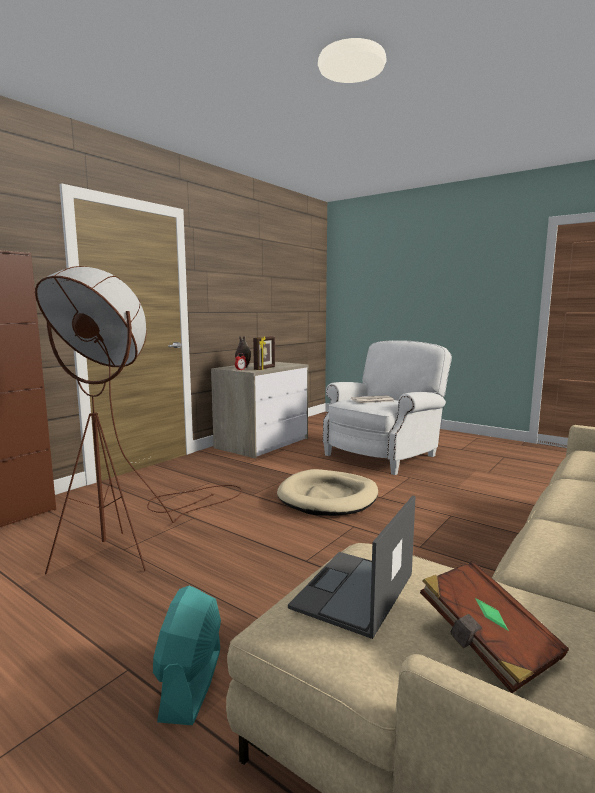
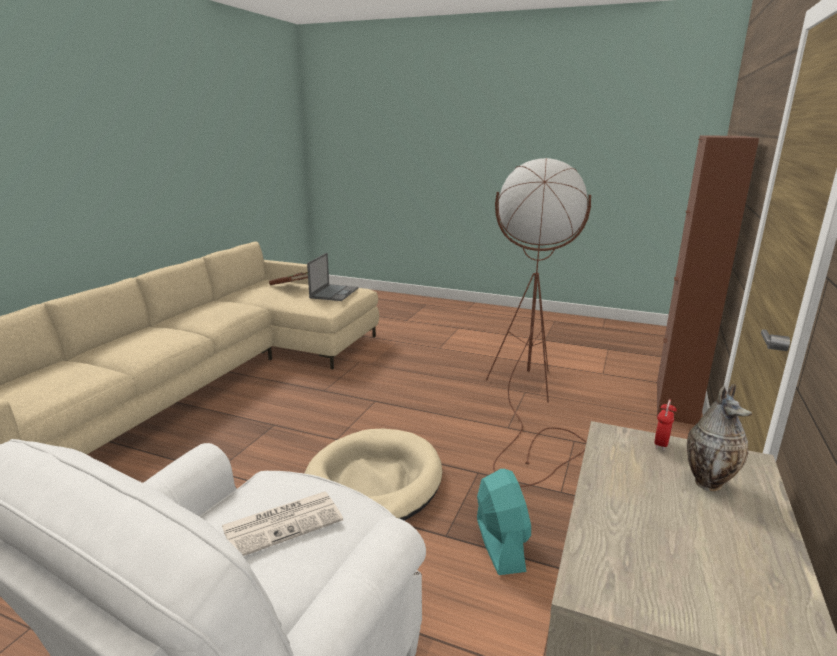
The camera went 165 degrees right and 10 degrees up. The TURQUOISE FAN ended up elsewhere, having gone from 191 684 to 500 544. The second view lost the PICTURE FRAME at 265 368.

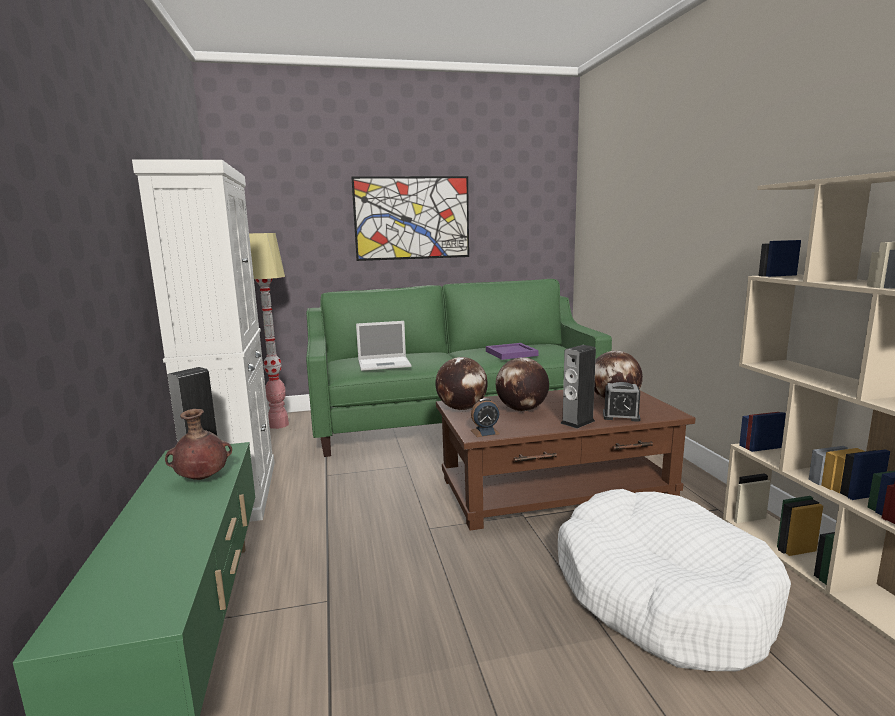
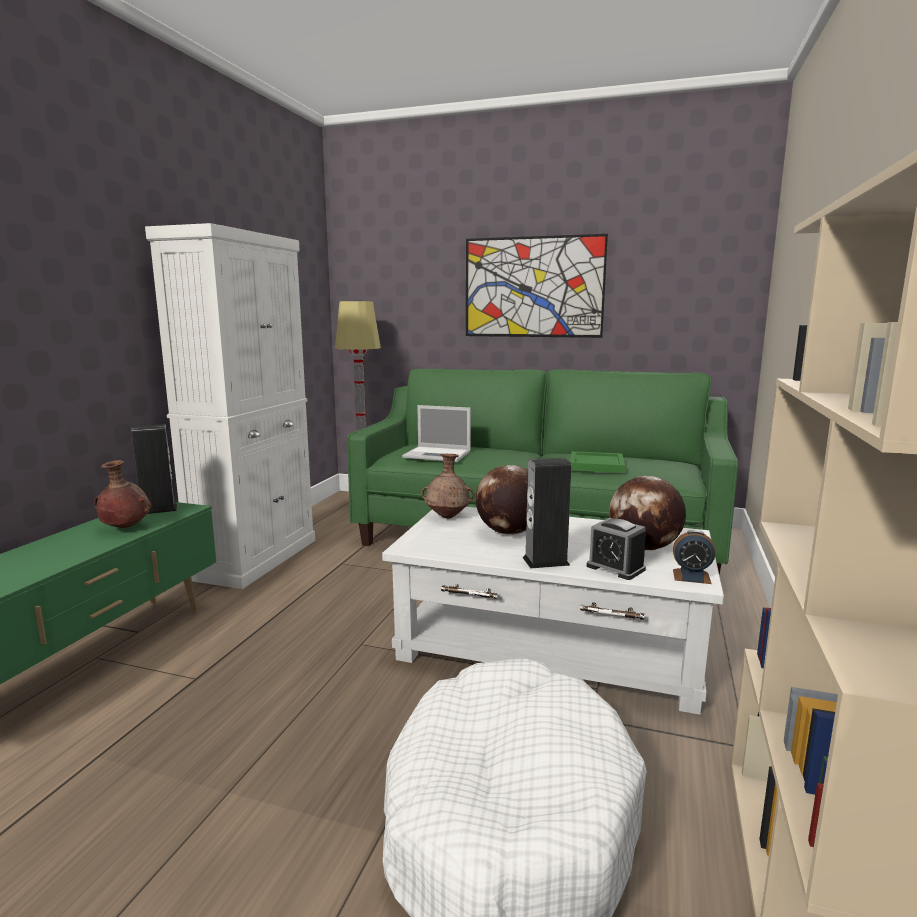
The camera went 30 degrees right and 0 degrees up. What was the BROWN COFFEE TABLE at 556 489 turned into the WHITE COFFEE TABLE at 550 647. Where the GLOBE stood at 462 408, the BROWN VASE came to stand at 448 517. What was the PURPLE TRAY at 511 353 turned into the GREEN TRAY at 597 465. The ALARM CLOCK ended up elsewhere, having gone from 485 432 to 691 576.

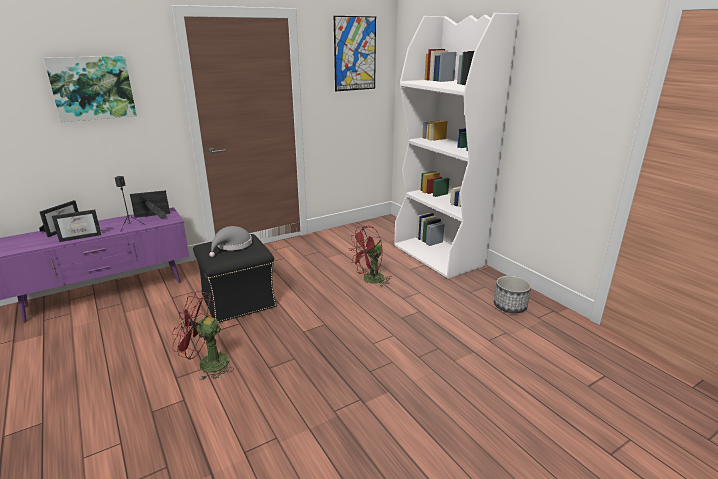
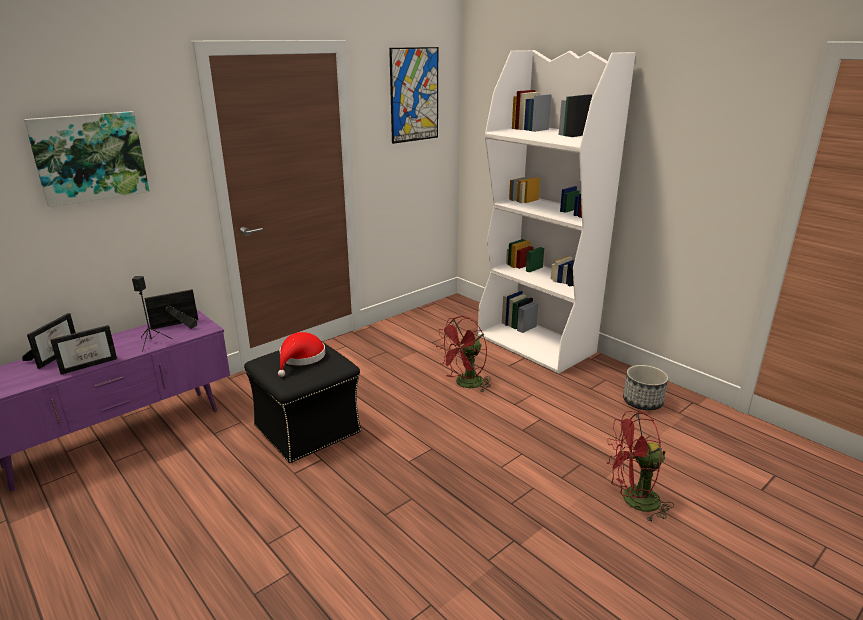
The camera went 10 degrees left and 0 degrees up. What was the GREY HAT at 232 246 turned into the RED HAT at 301 358. The RED FAN ended up elsewhere, having gone from 207 364 to 633 501.

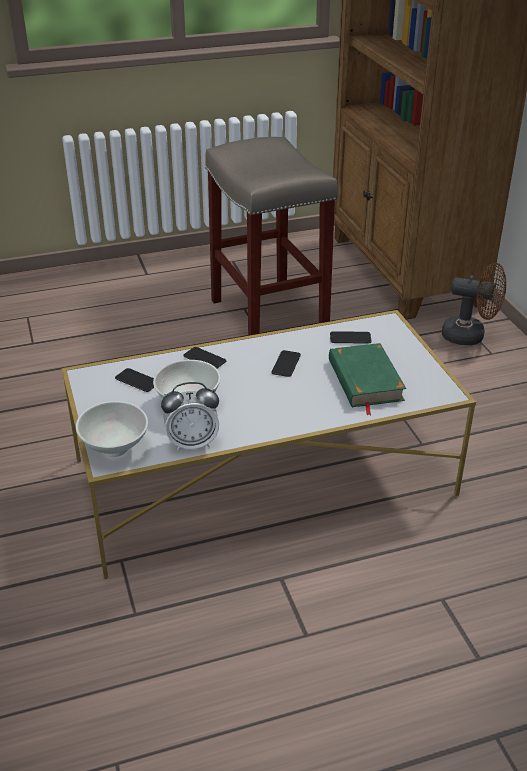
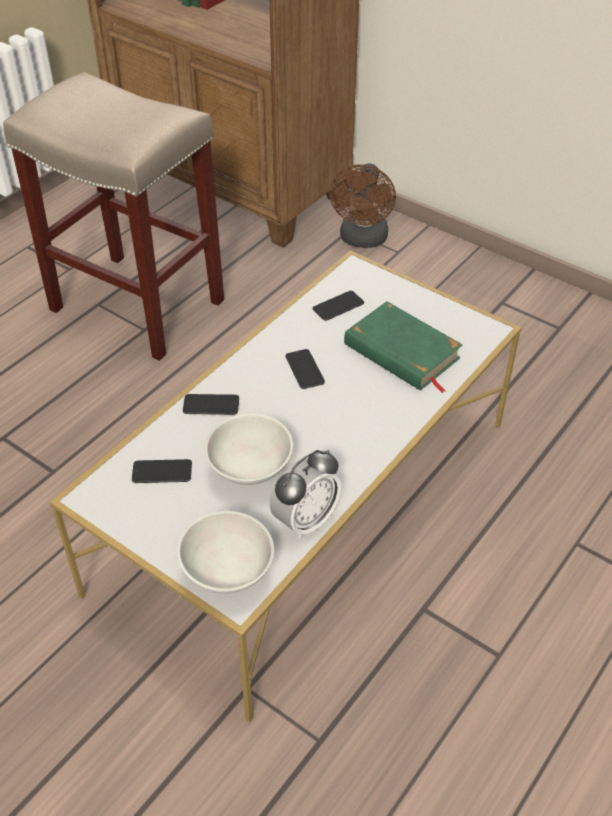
The camera went 35 degrees left and 10 degrees up. The BROWN FAN at 470 336 ended up facing another way, 120 degrees clockwise from before.

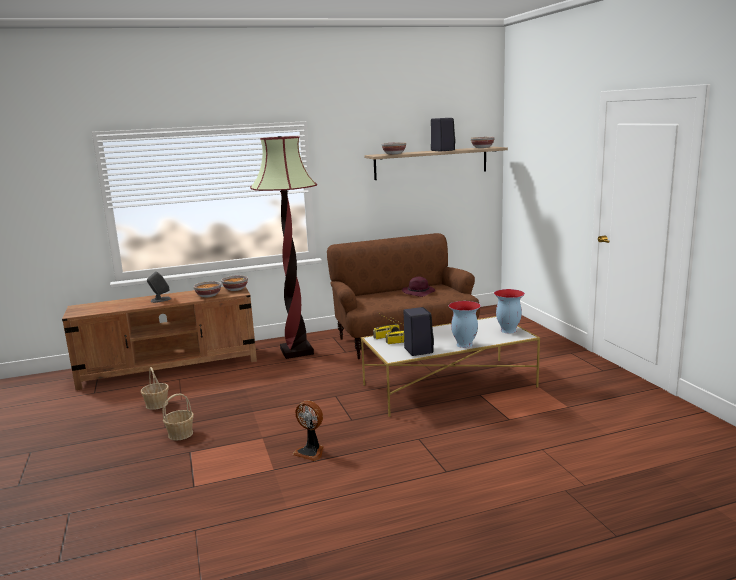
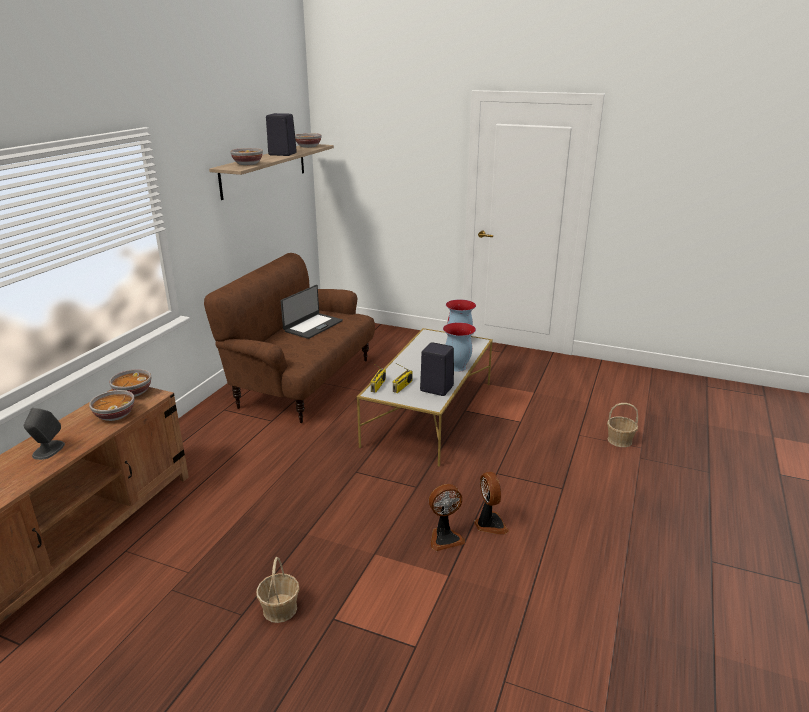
The camera went 50 degrees left and 10 degrees up. Where the PURPLE HAT stood at 419 292, the LAPTOP came to stand at 312 326. The second view gained the FAN at 489 524. The BASKET ended up elsewhere, having gone from 156 404 to 620 440. The second view lost the FLOOR LAMP at 297 351.

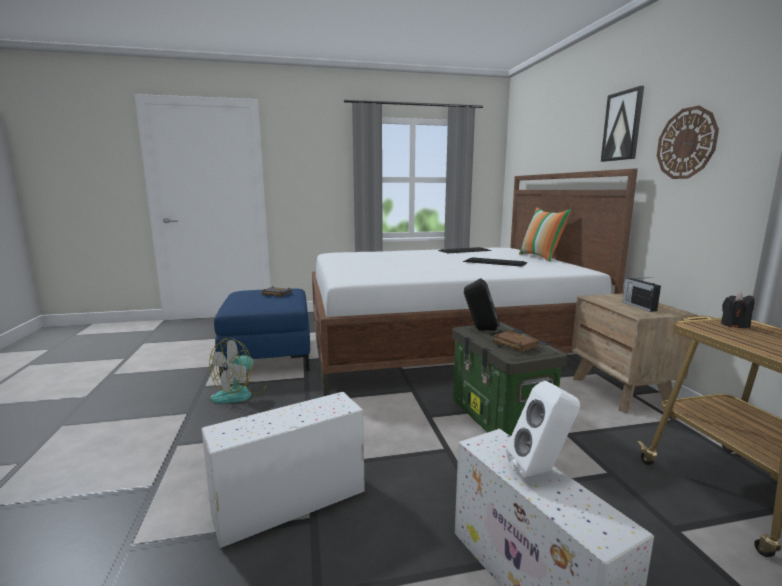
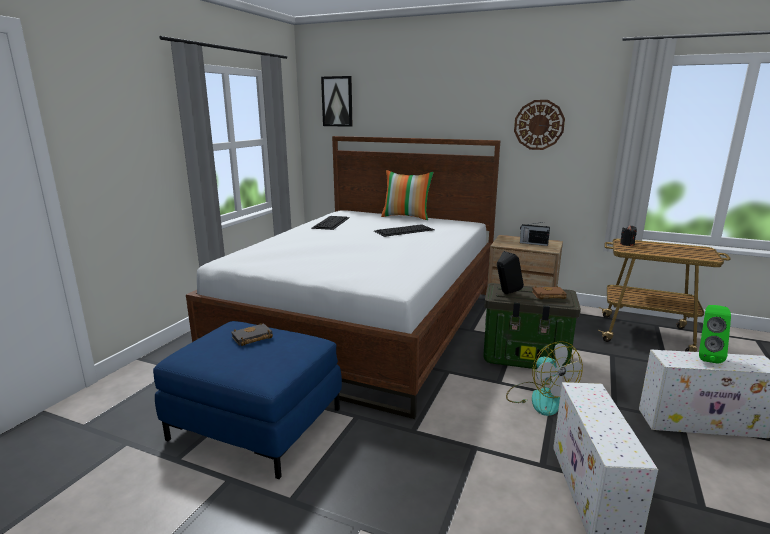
The camera went 55 degrees left and 5 degrees up. The PICTURE ended up elsewhere, having gone from 622 126 to 337 101. The FAN ended up elsewhere, having gone from 240 393 to 539 398. What was the WHITE SPEAKER at 541 471 turned into the GREEN SPEAKER at 706 357.

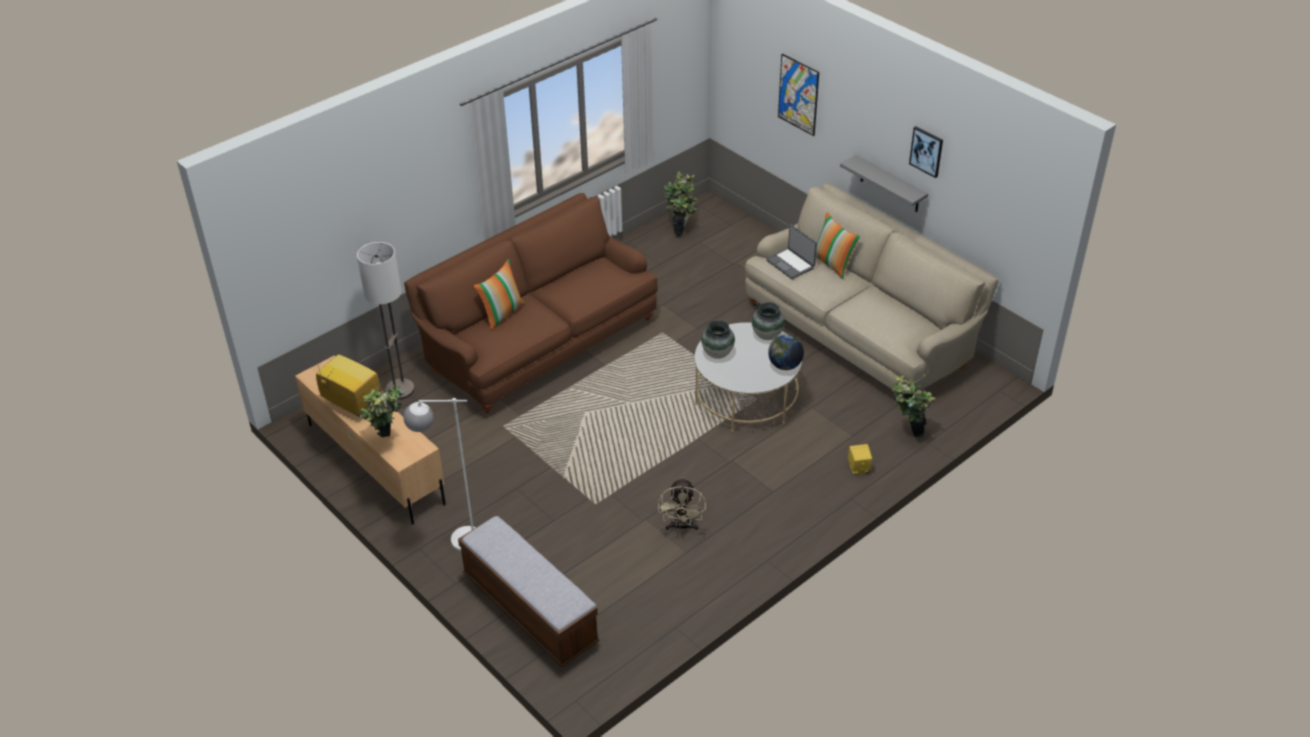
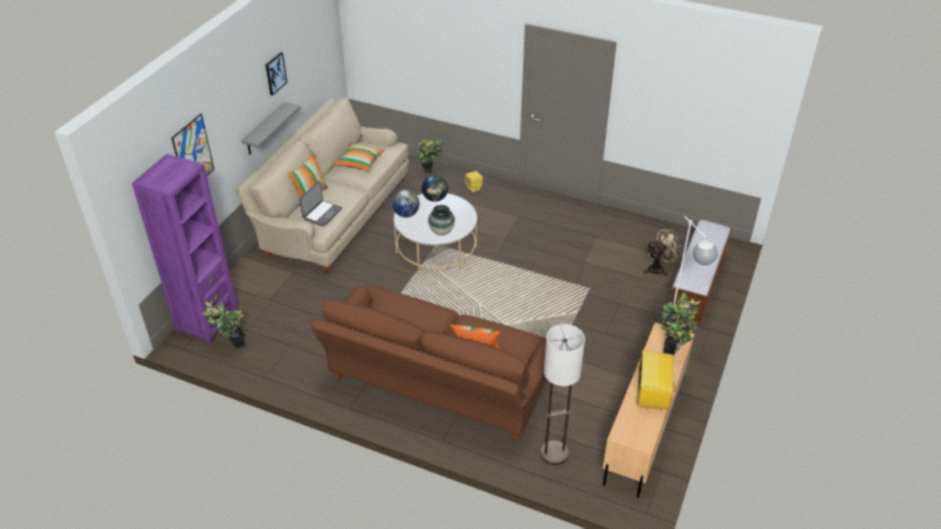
The camera went 115 degrees left and 0 degrees up. The second view gained the PURPLE BOOKCASE at 207 322. The second view gained the PILLOW at 360 162. Where the VASE stood at 767 335, the GLOBE came to stand at 406 214. The BEIGE FAN ended up elsewhere, having gone from 681 526 to 659 268.

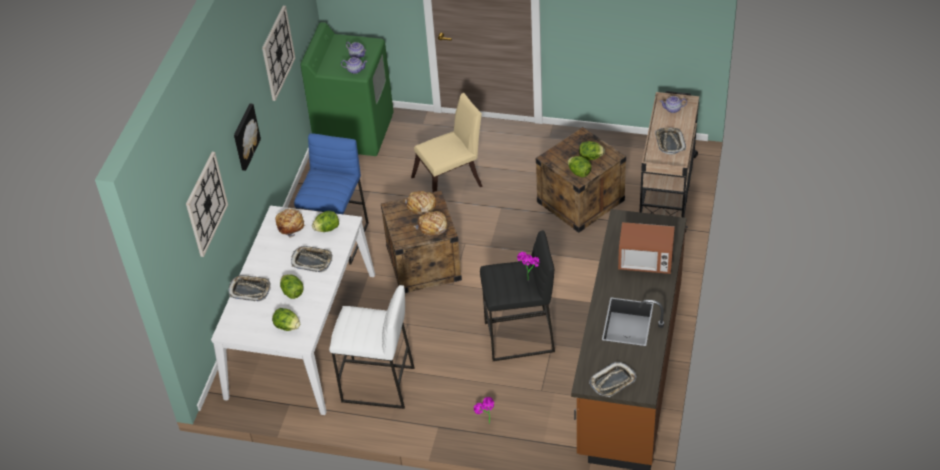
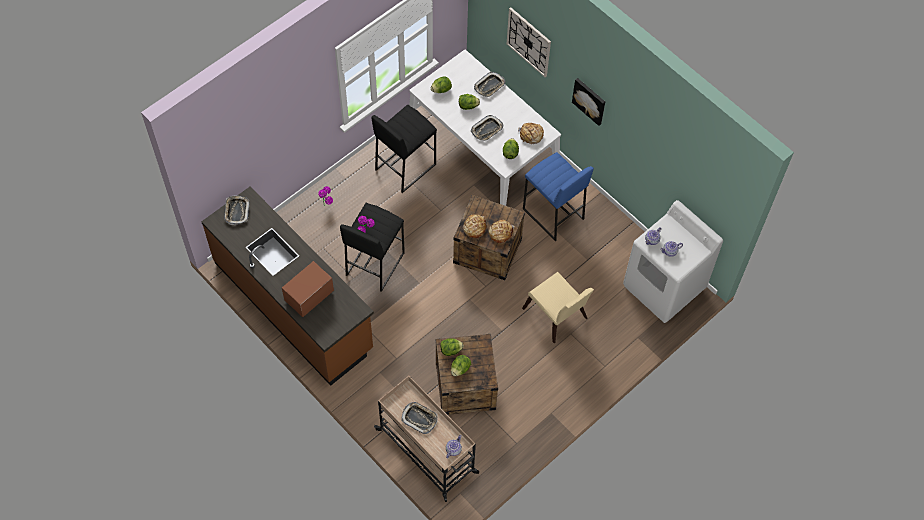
The camera went 120 degrees right and 15 degrees up. What was the WHITE STOOL at 377 385 turned into the BLACK STOOL at 405 166. The BEIGE CHAIR at 451 180 ended up facing another way, 45 degrees counterclockwise from before. What was the GREEN WASHING MACHINE at 354 131 turned into the WHITE WASHING MACHINE at 664 287. The second view lost the WALL CLOCK at 277 53.

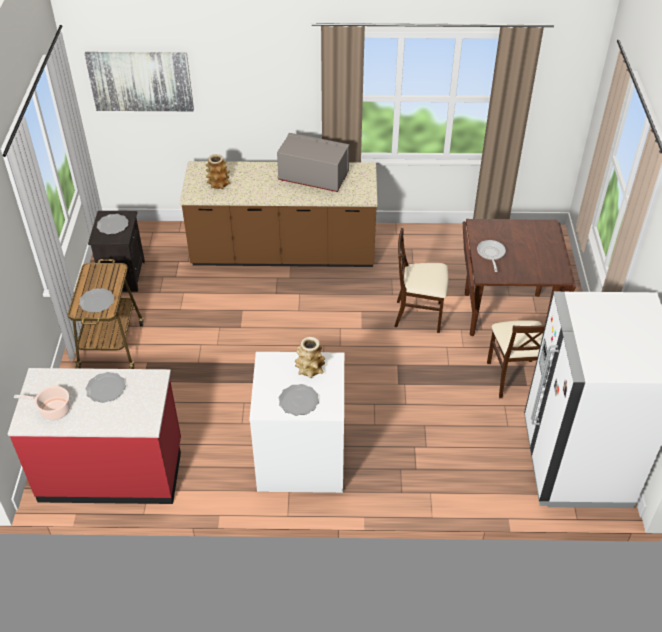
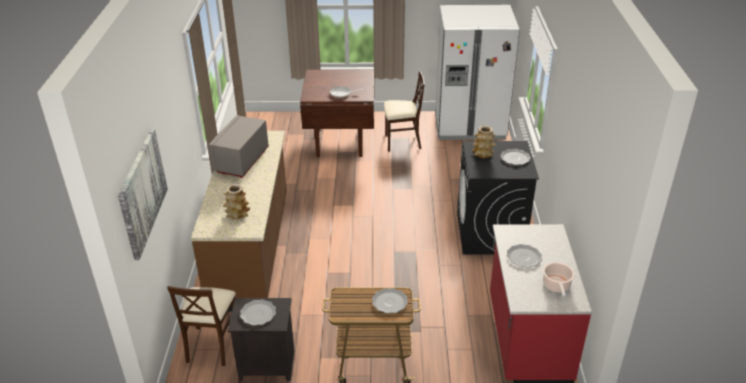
The camera went 90 degrees left and 10 degrees down. The BEIGE CHAIR ended up elsewhere, having gone from 419 315 to 212 345. What was the WHITE WASHING MACHINE at 300 458 turned into the BLACK WASHING MACHINE at 490 233.

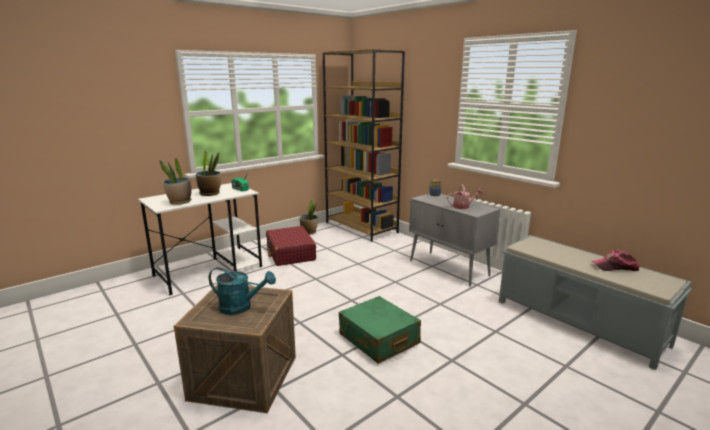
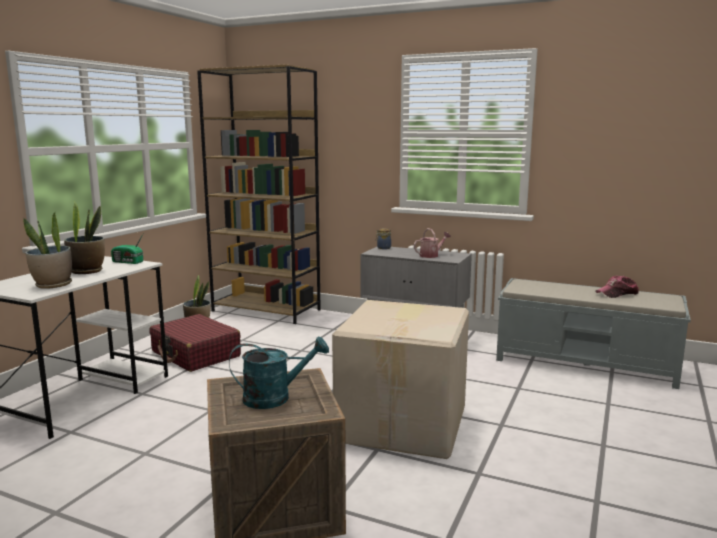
The camera went 25 degrees left and 5 degrees down. Where the GREEN SUITCASE stood at 378 339, the CARDBOARD BOX came to stand at 404 423.

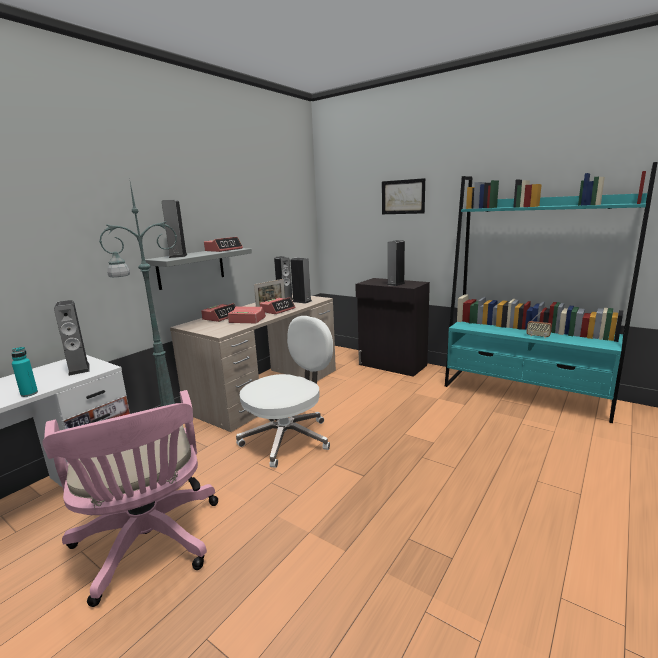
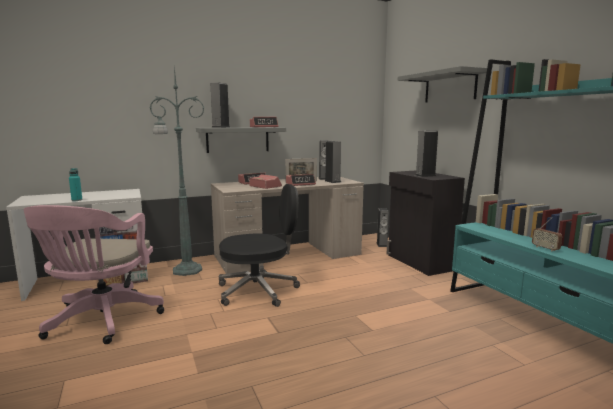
The camera went 30 degrees right and 5 degrees down. What was the WHITE OFFICE CHAIR at 288 438 turned into the BLACK OFFICE CHAIR at 259 290. The SPEAKER ended up elsewhere, having gone from 79 369 to 382 244. Where the PICTURE hung at 403 197, the GREY SHELF came to hang at 450 87.

